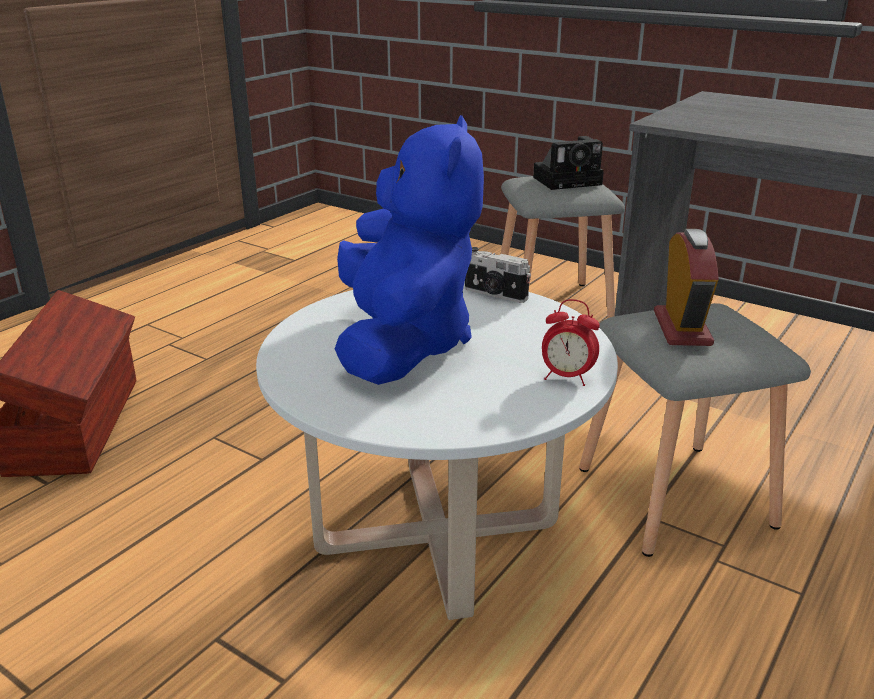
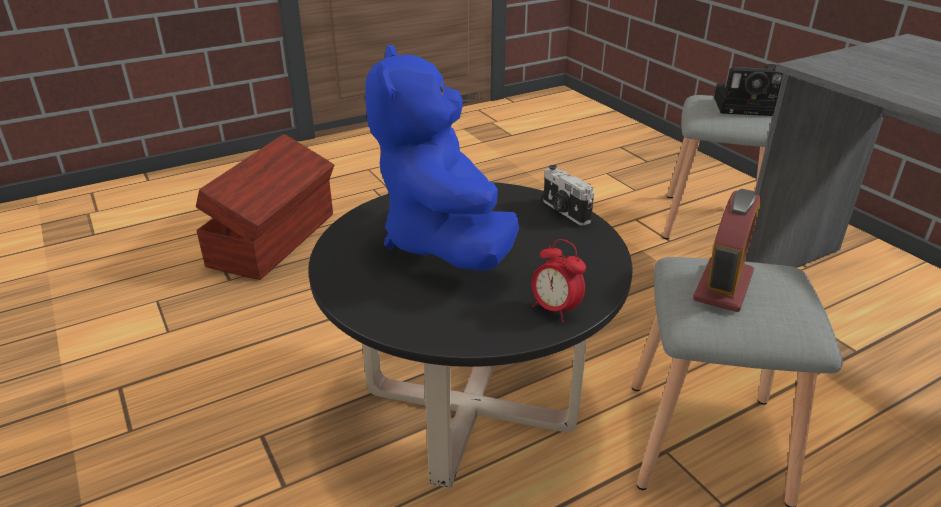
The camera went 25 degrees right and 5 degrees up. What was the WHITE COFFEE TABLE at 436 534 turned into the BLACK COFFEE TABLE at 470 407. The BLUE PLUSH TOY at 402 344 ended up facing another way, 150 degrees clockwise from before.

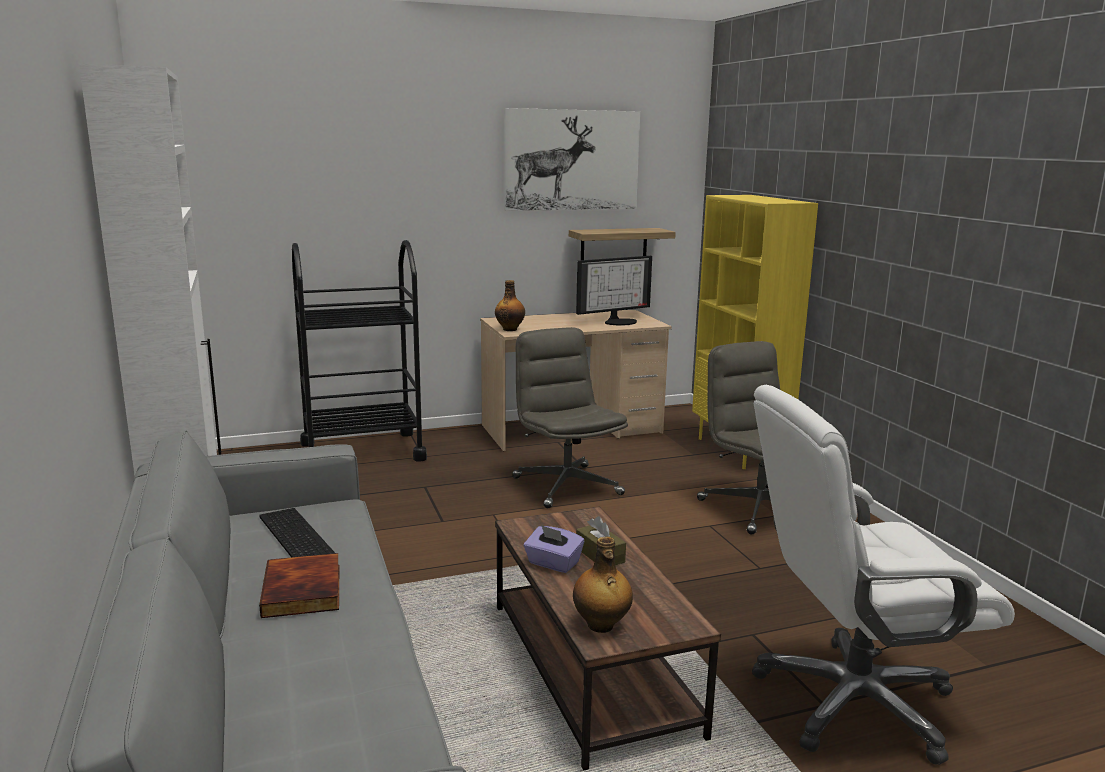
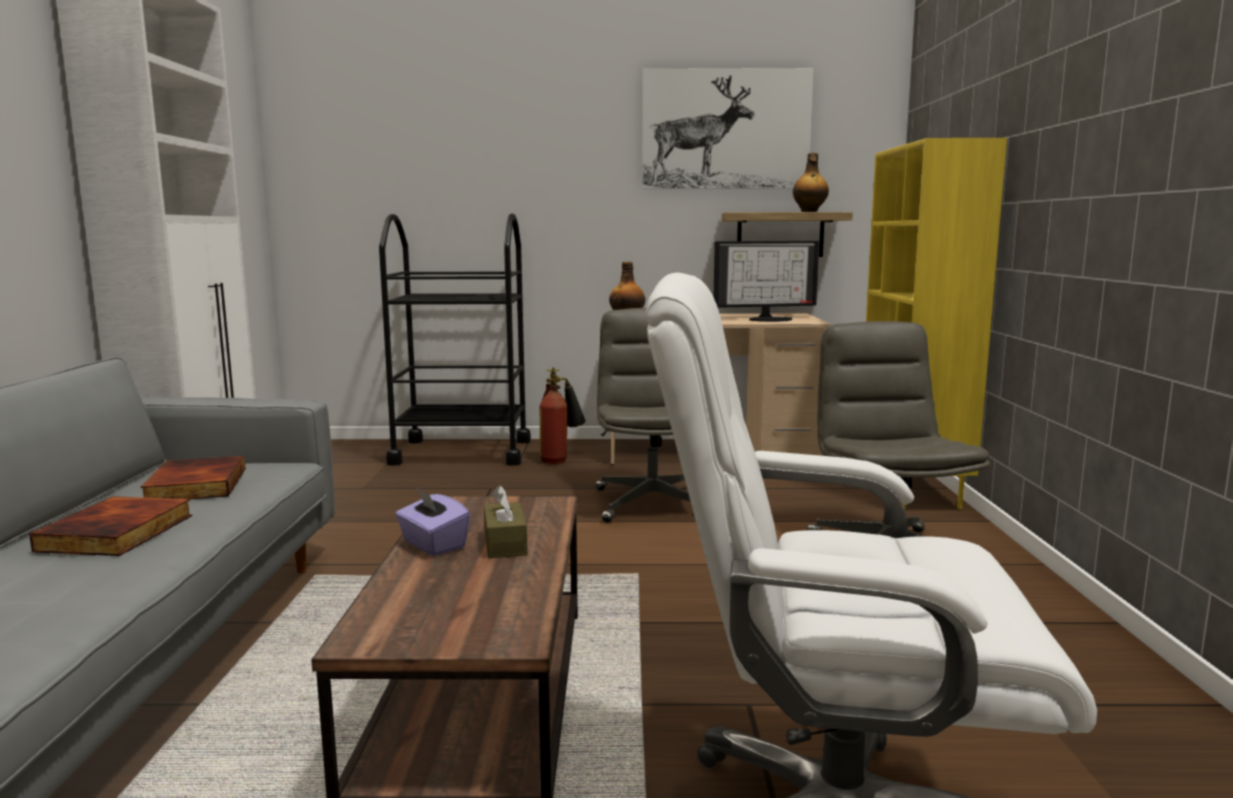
The camera went 20 degrees right and 5 degrees down. Where the KEYBOARD stood at 293 535, the BOOK came to stand at 194 485. The second view gained the FIRE EXTINGUISHER at 561 459. The BOTTLE ended up elsewhere, having gone from 601 625 to 809 211.

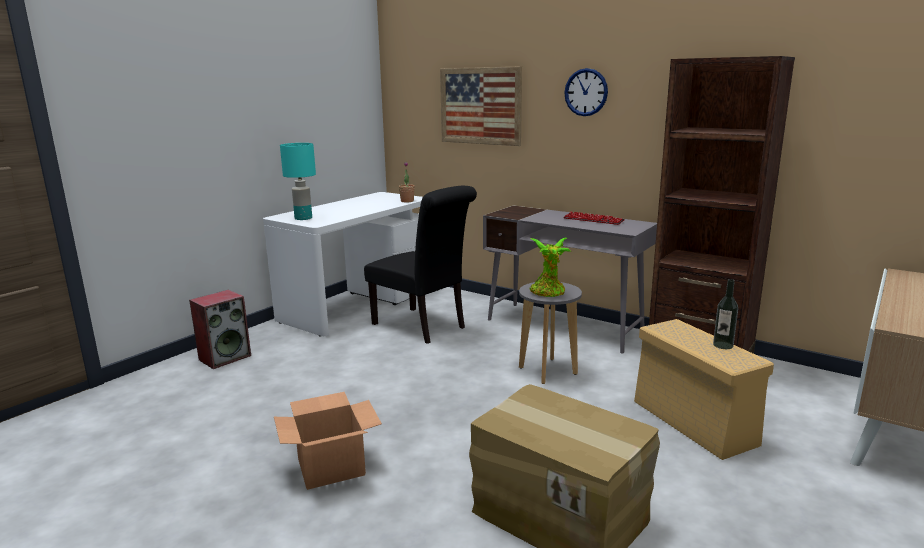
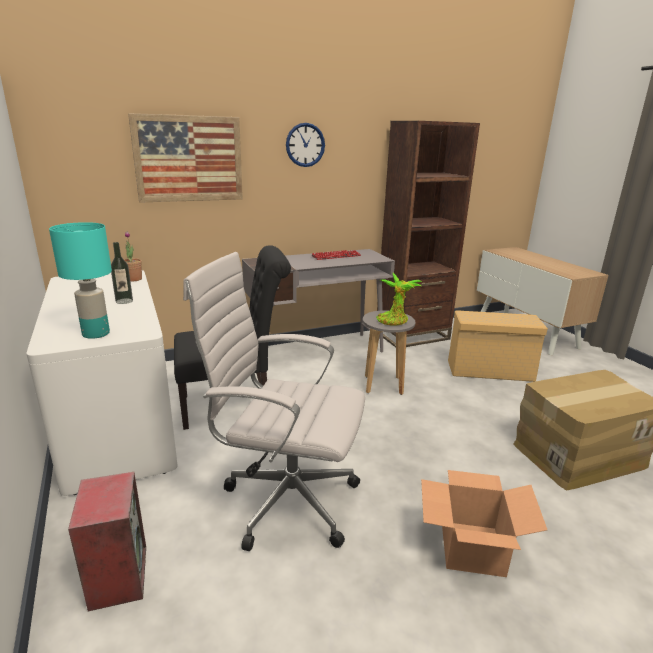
The camera went 60 degrees left and 5 degrees up. The BOTTLE ended up elsewhere, having gone from 723 345 to 124 301. The second view gained the WHITE OFFICE CHAIR at 284 500.

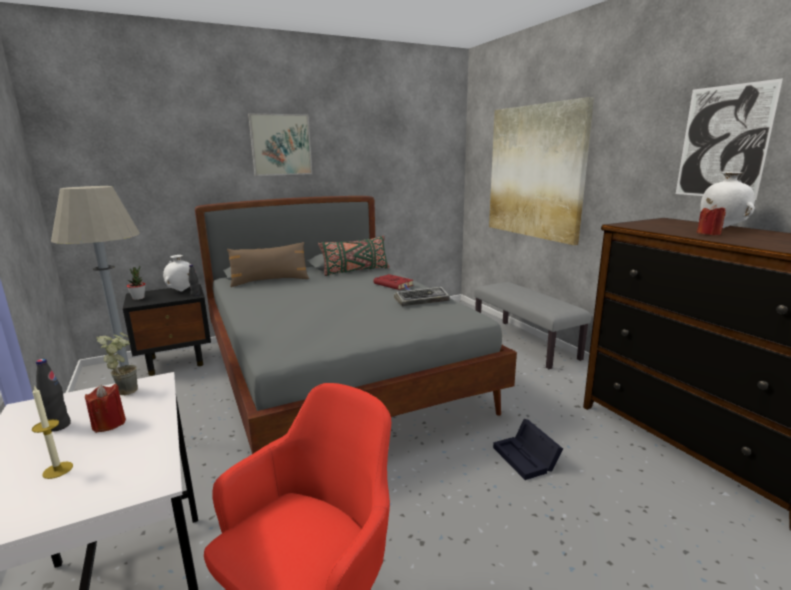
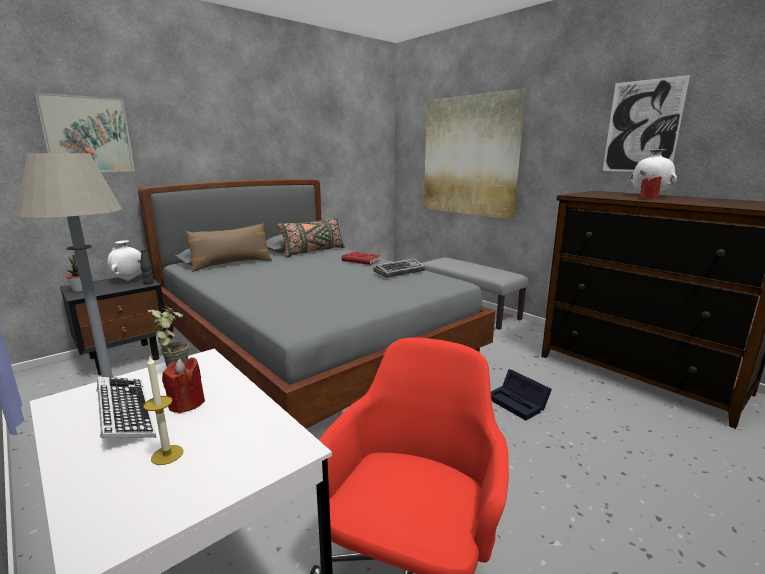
The camera went 15 degrees left and 0 degrees up. The PICTURE ended up elsewhere, having gone from 281 145 to 87 135. Where the BLACK BOTTLE stood at 59 426, the KEYBOARD came to stand at 124 413.

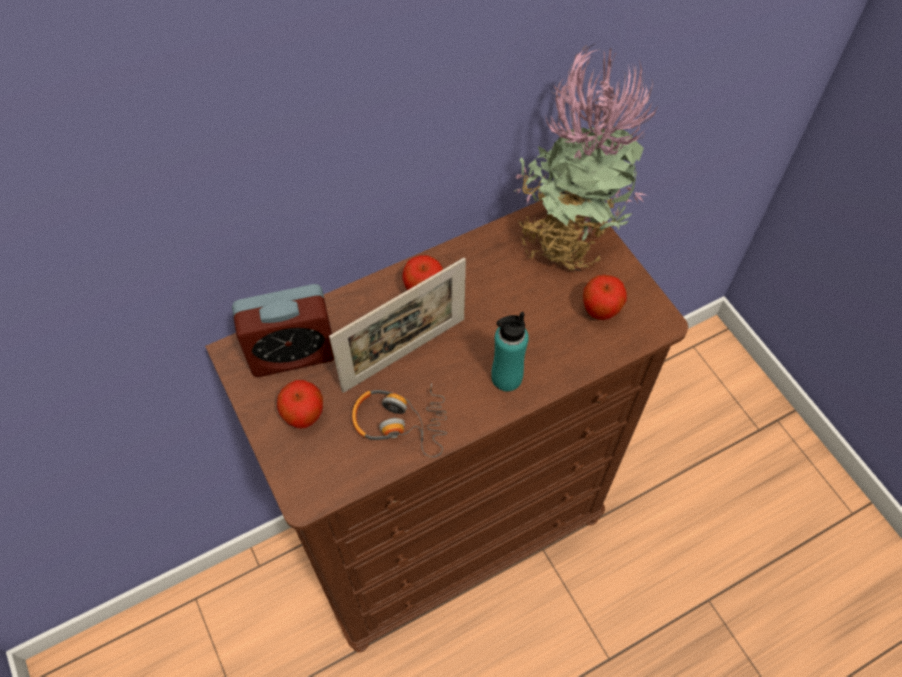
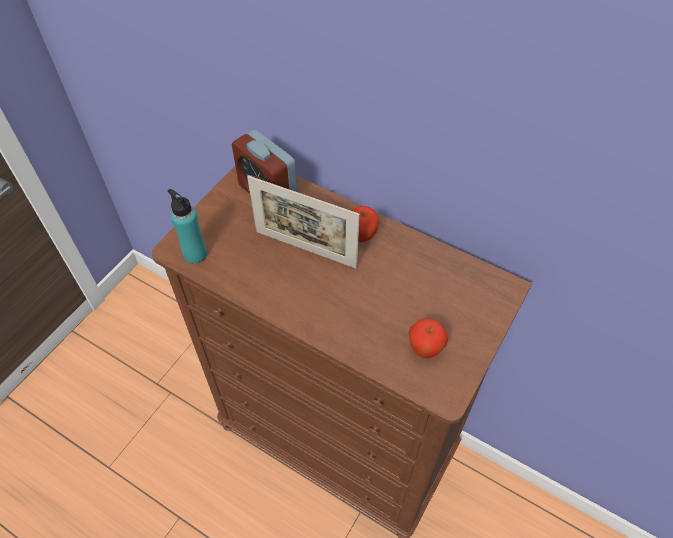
The camera went 60 degrees right and 5 degrees down. The TURQUOISE BOTTLE ended up elsewhere, having gone from 506 377 to 195 254. The second view lost the APPLE at 304 417. The second view lost the HEADPHONES at 400 423. The second view lost the POTTED PLANT at 567 239.

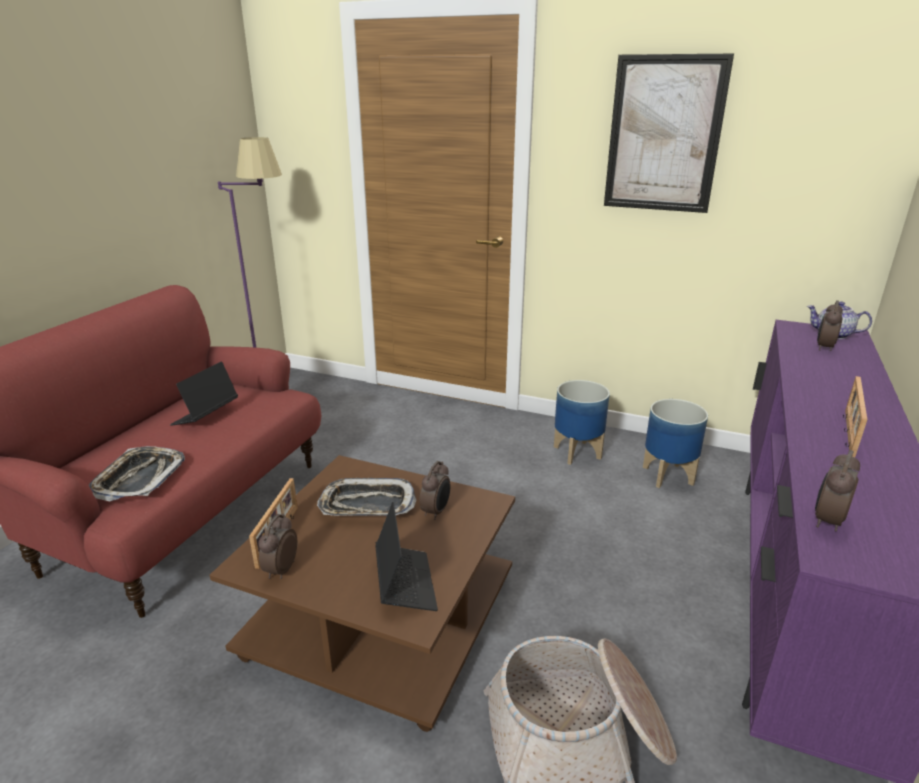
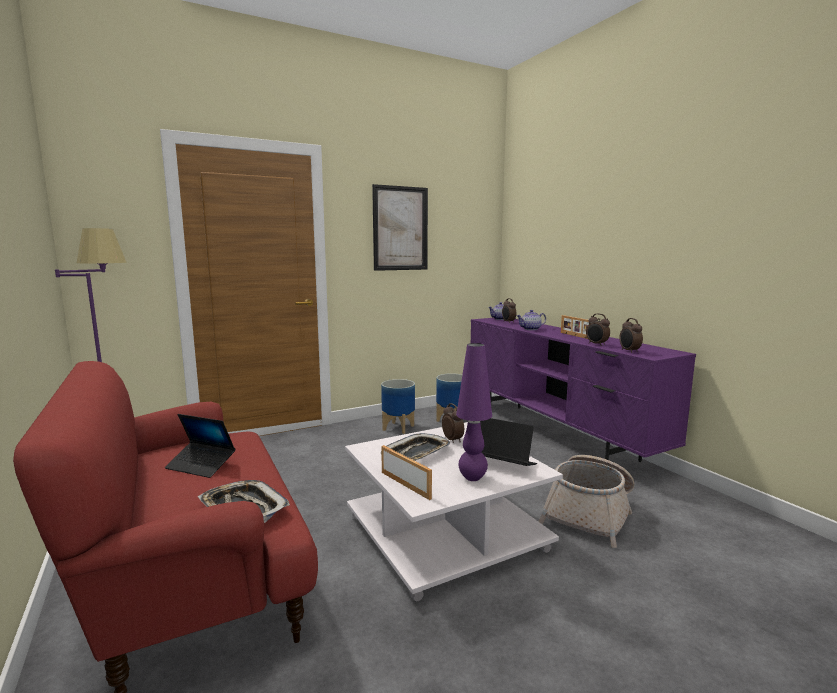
The camera went 50 degrees left and 15 degrees down. The LAPTOP at 205 416 ended up facing another way, 45 degrees counterclockwise from before. What was the BROWN COFFEE TABLE at 380 615 turned into the WHITE COFFEE TABLE at 443 532. The second view gained the PURPLE TABLE LAMP at 473 478. The second view gained the TEAPOT at 530 329. The ALARM CLOCK ended up elsewhere, having gone from 280 570 to 596 344.

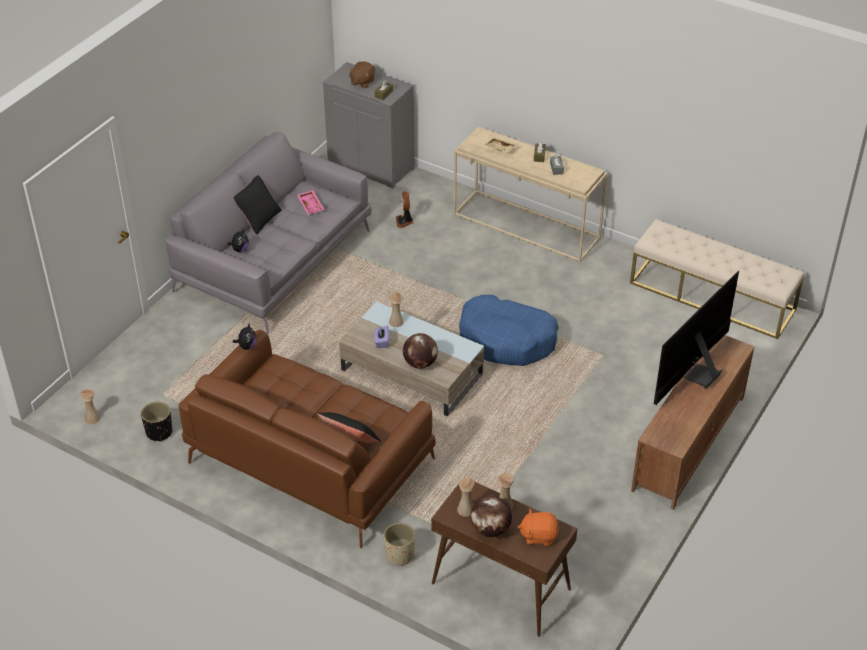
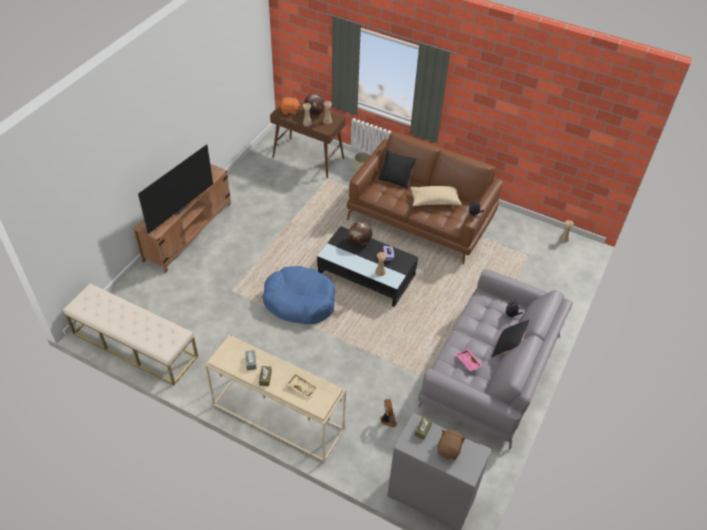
The camera went 175 degrees right and 5 degrees up. What was the BEIGE COFFEE TABLE at 411 372 turned into the BLACK COFFEE TABLE at 366 275. The second view gained the BEIGE PILLOW at 434 201. The second view lost the BLACK PLANTER at 159 432.

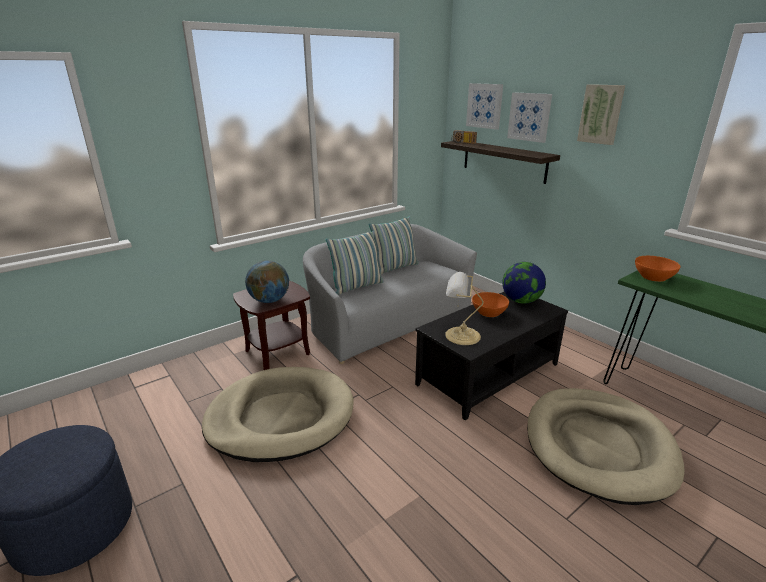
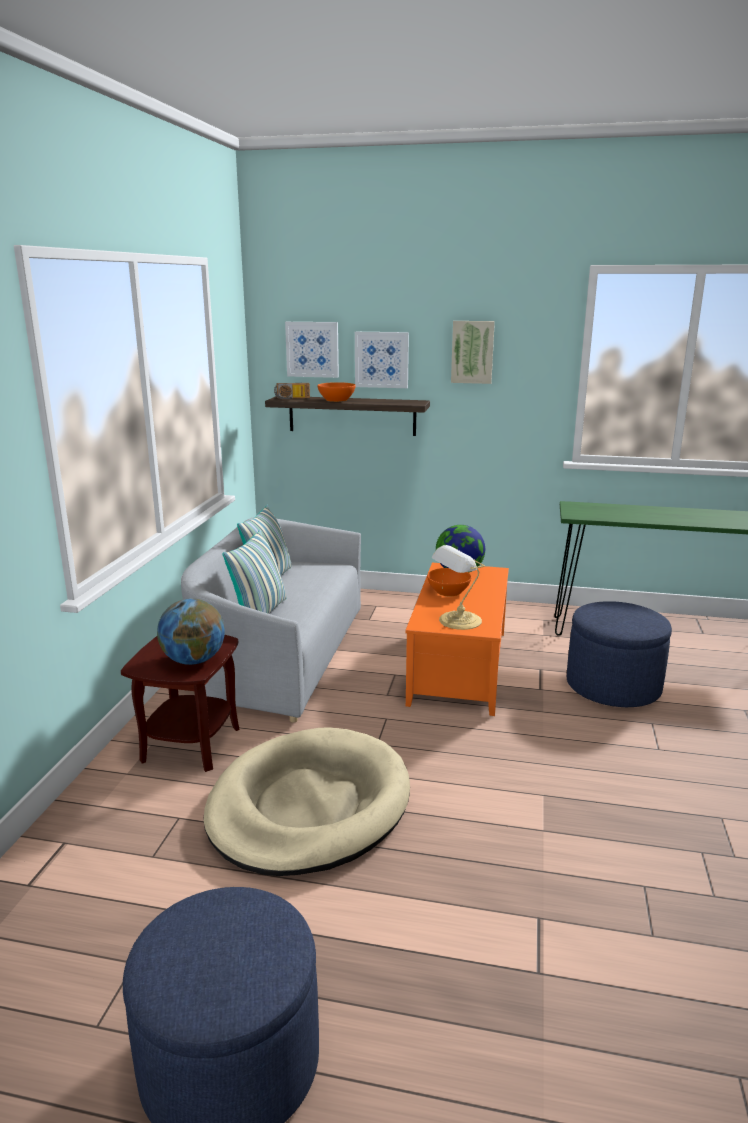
The camera went 40 degrees left and 5 degrees down. The ORANGE BOWL ended up elsewhere, having gone from 653 277 to 336 400. What was the BLACK COFFEE TABLE at 487 373 turned into the ORANGE COFFEE TABLE at 457 667. Where the BEIGE DOG BED stood at 598 446, the BLUE OTTOMAN came to stand at 613 686.

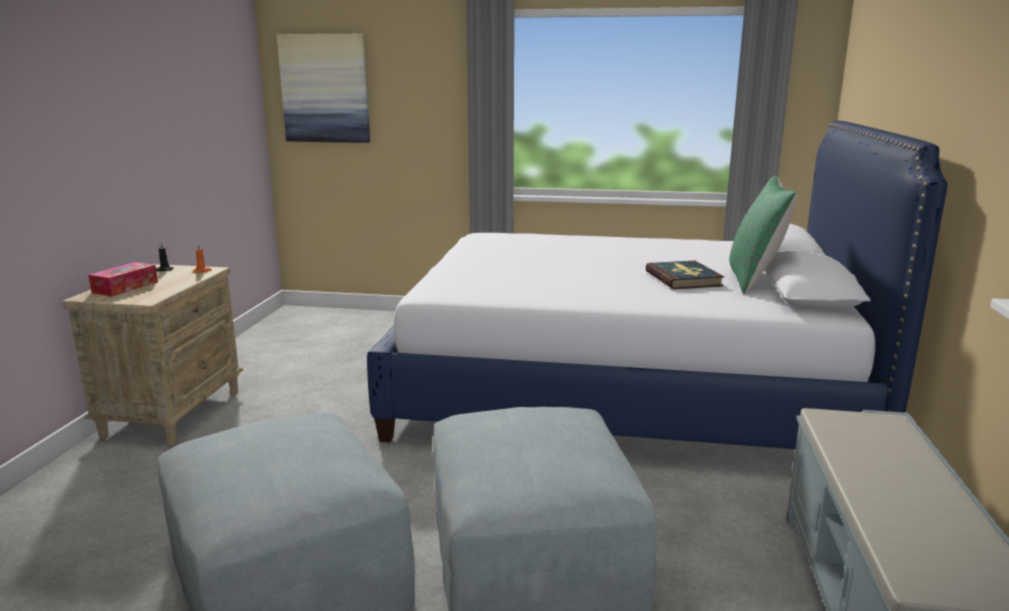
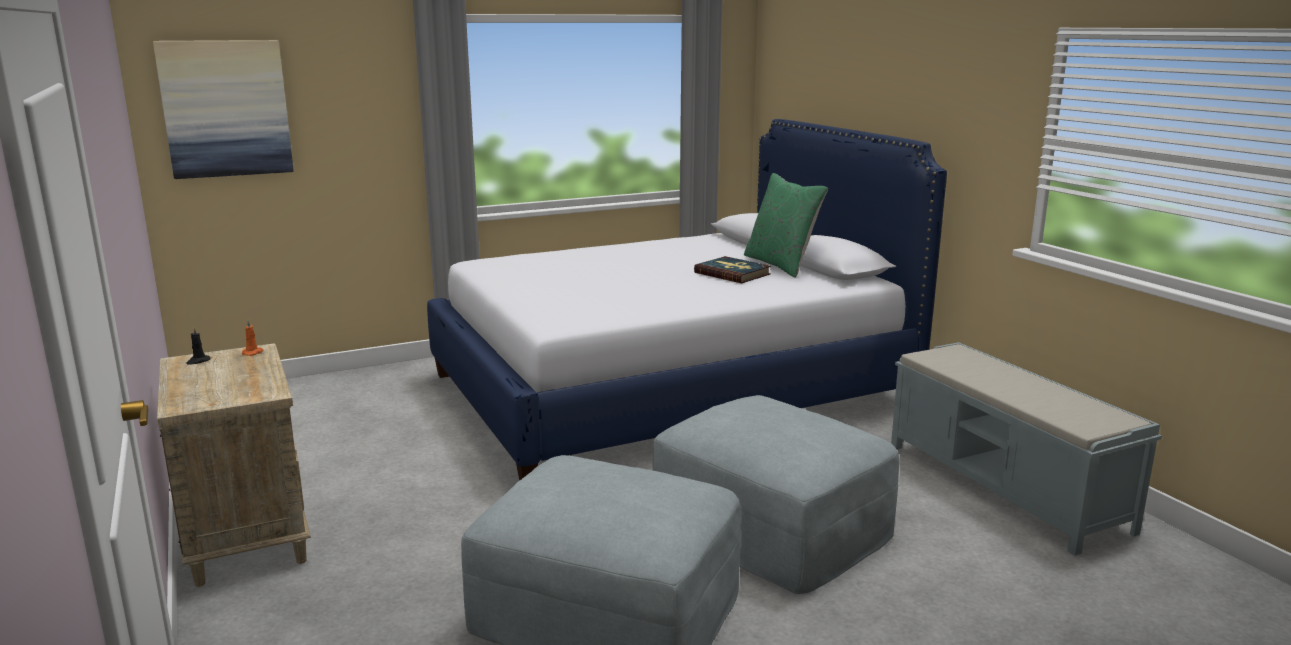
The camera went 35 degrees left and 0 degrees up. The second view lost the TISSUE BOX at 125 287.

